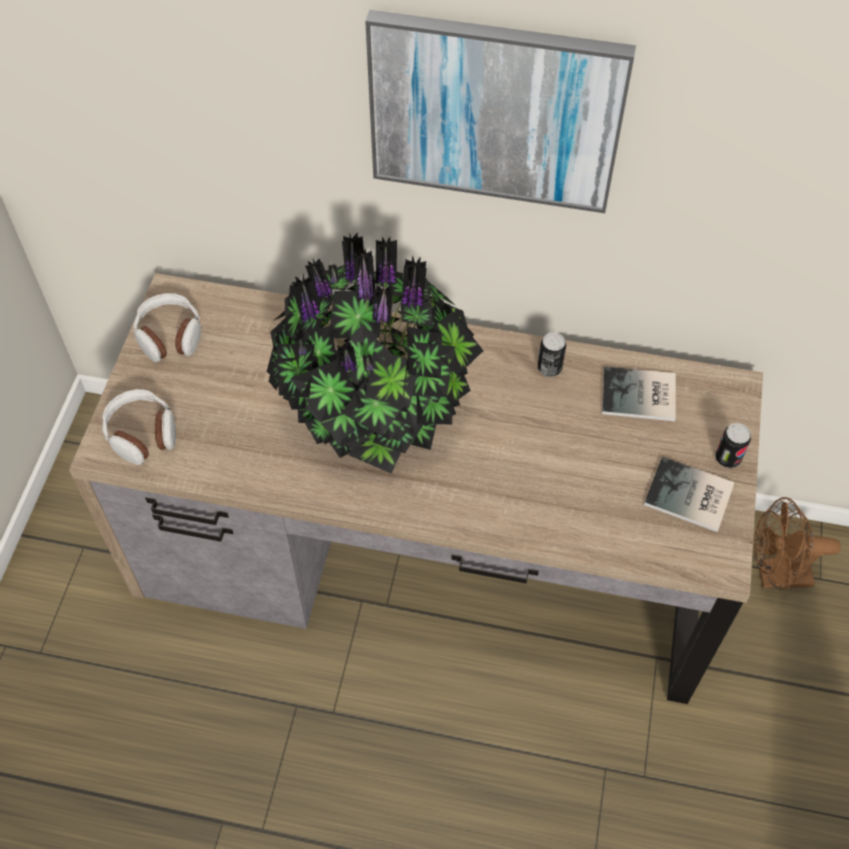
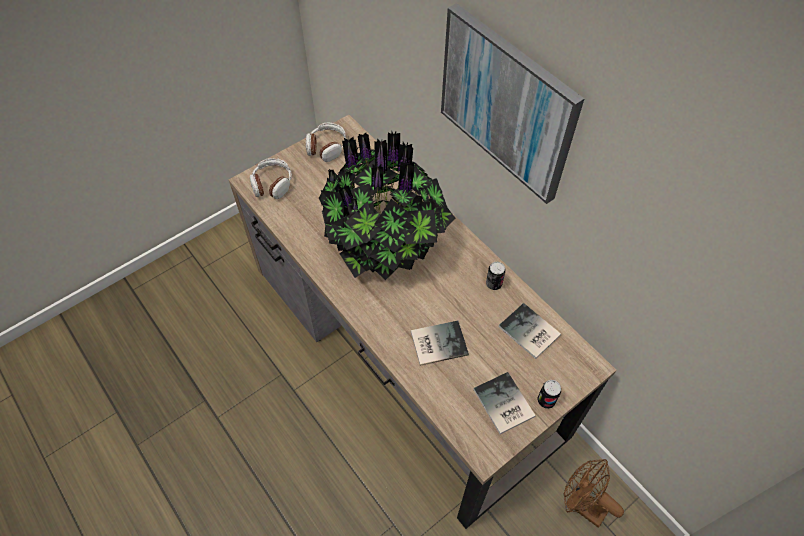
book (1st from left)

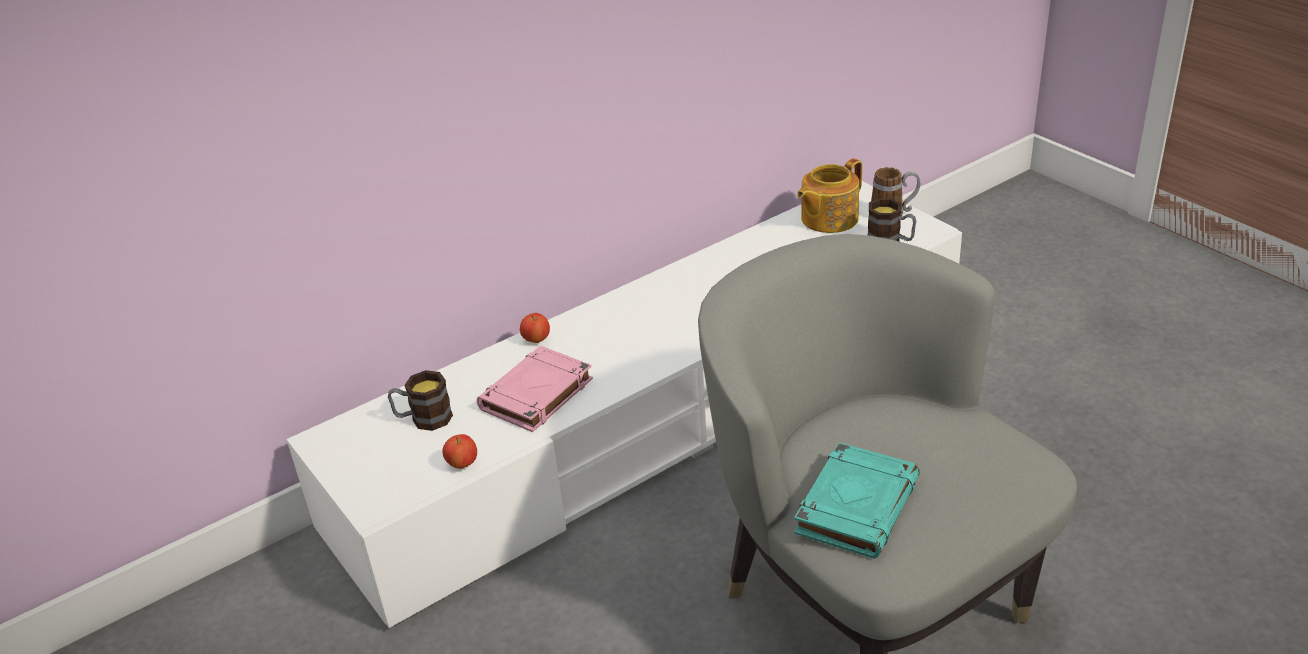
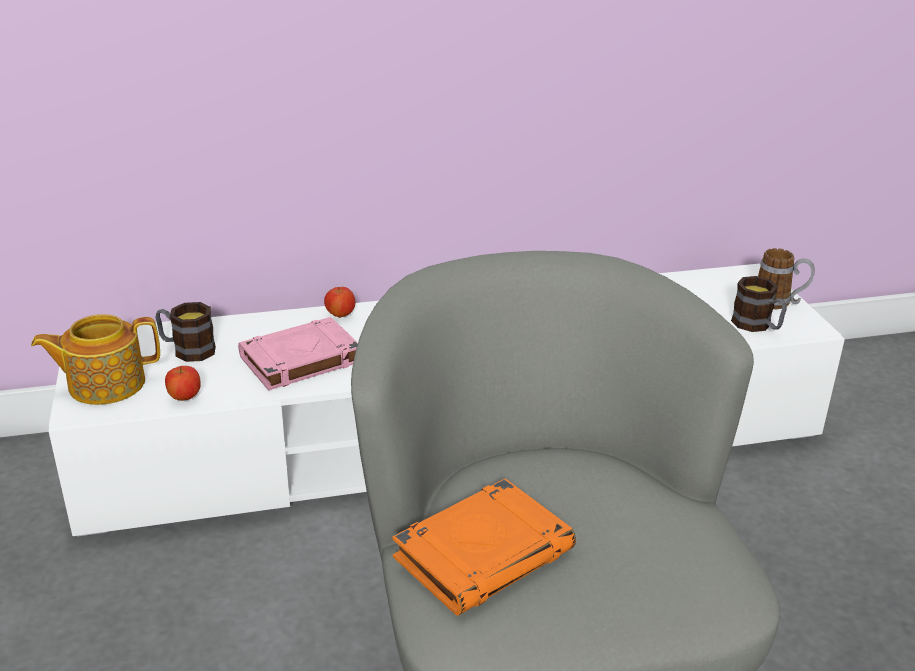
teapot
book in orange

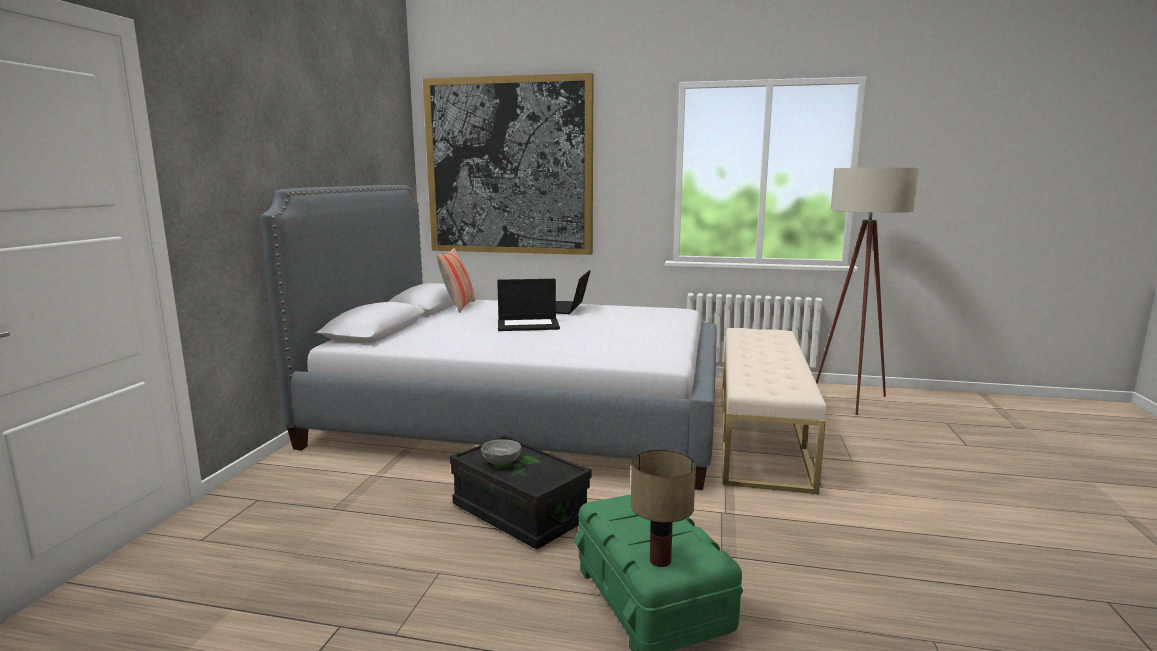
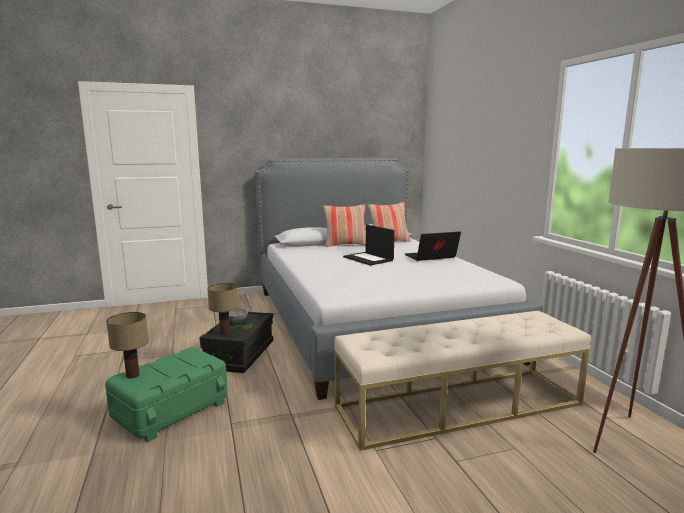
picture
table lamp (2nd from left)
pillow (1st from left)

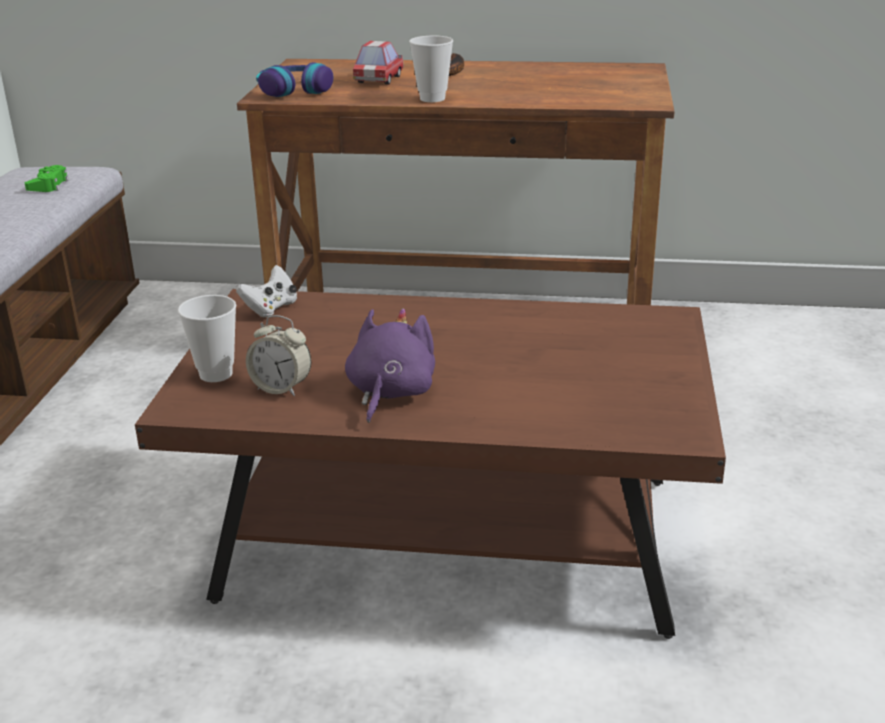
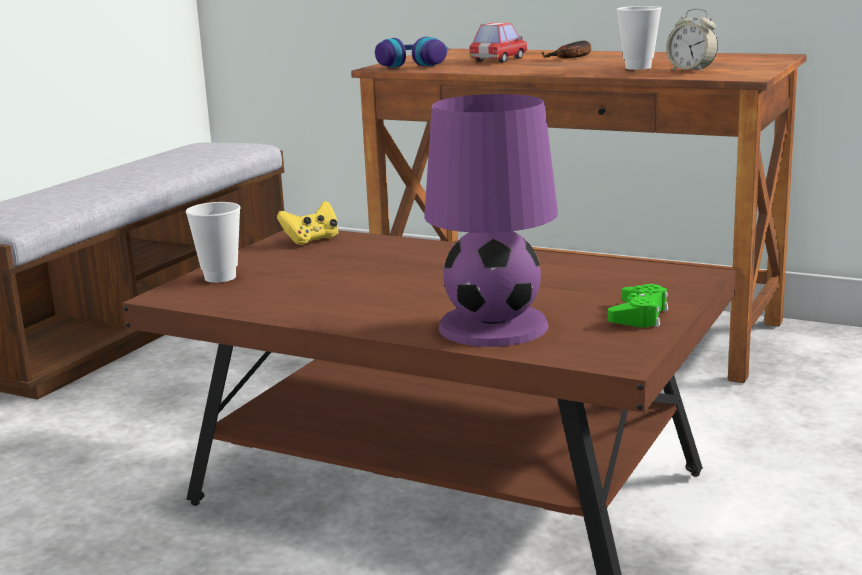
plush toy in purple
table lamp in purple
game controller in green
alarm clock
cup (2nd from left)
game controller in yellow

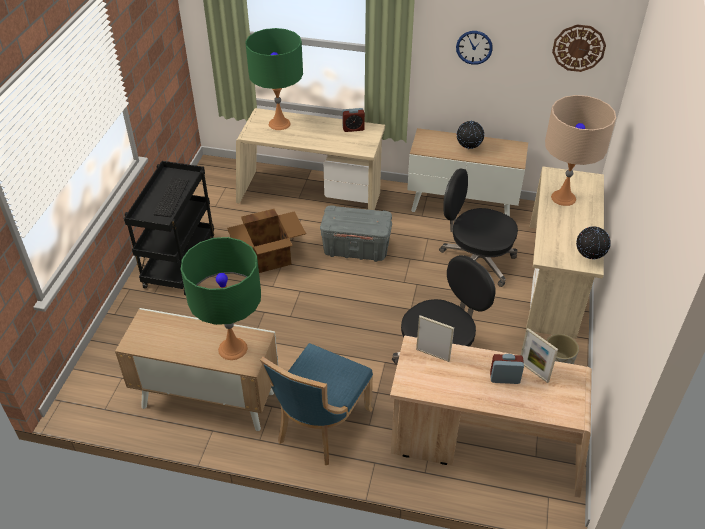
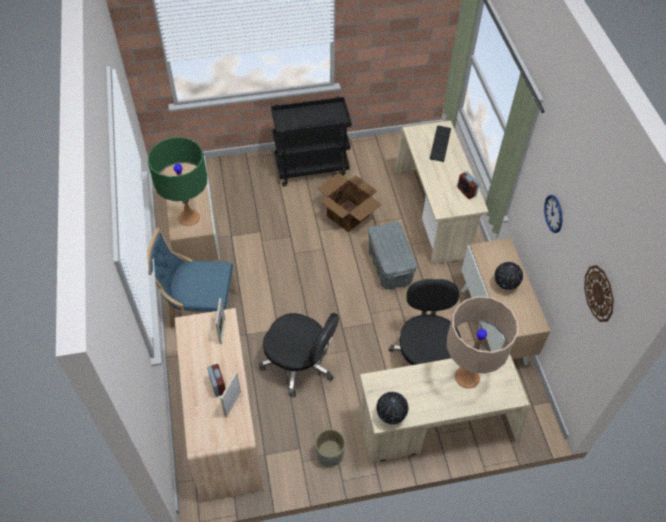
keyboard (2nd from left)

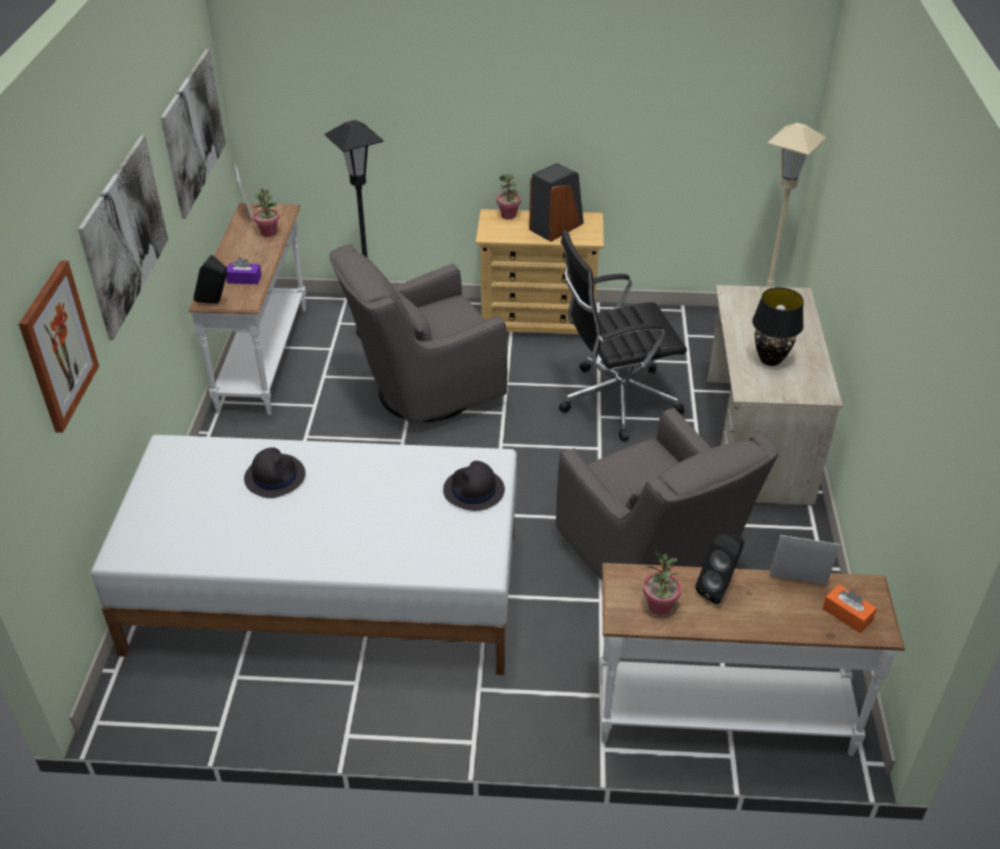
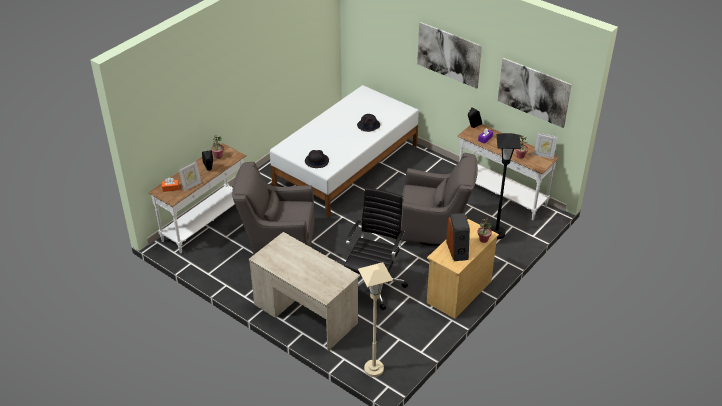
picture (1st from left in the first image)
table lamp in black
armchair in grey (2nd from left)

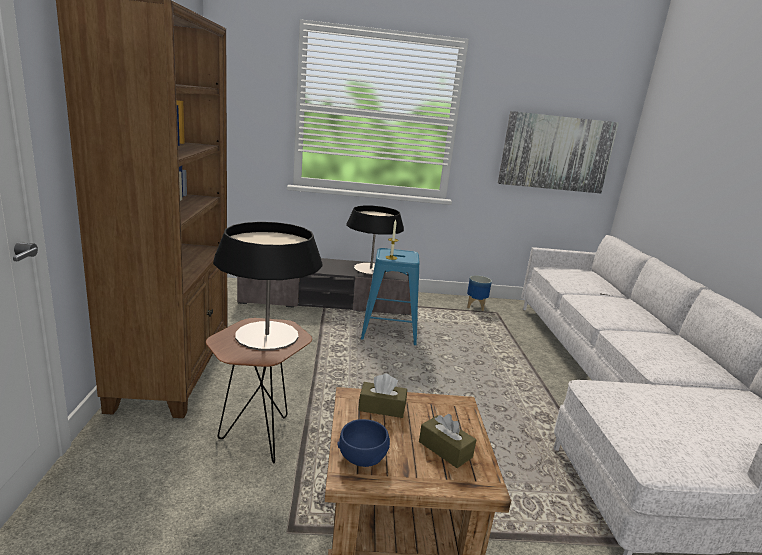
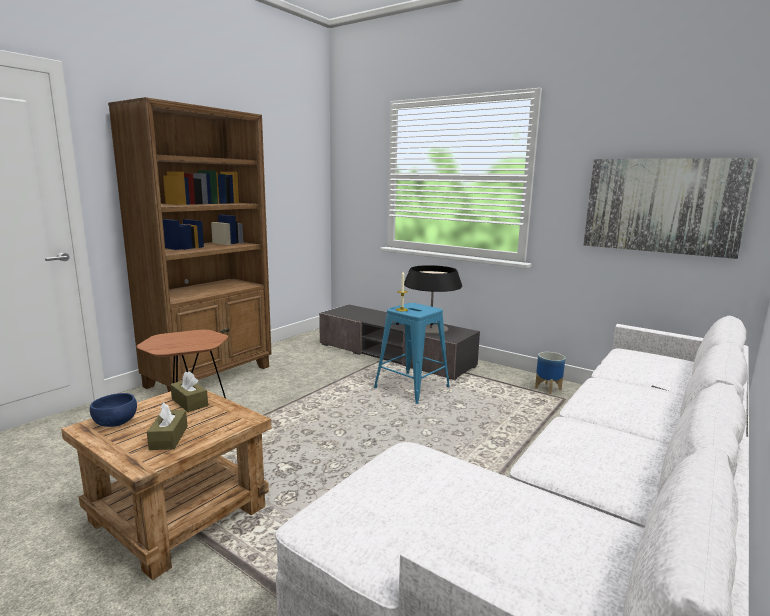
table lamp (1st from left in the first image)

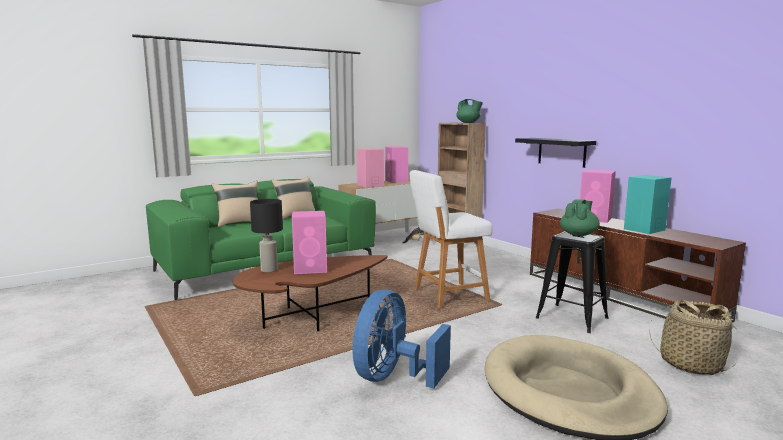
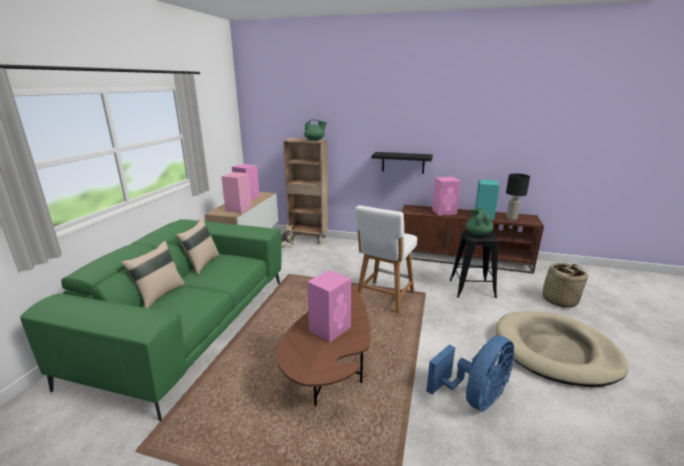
table lamp in black
fan in blue

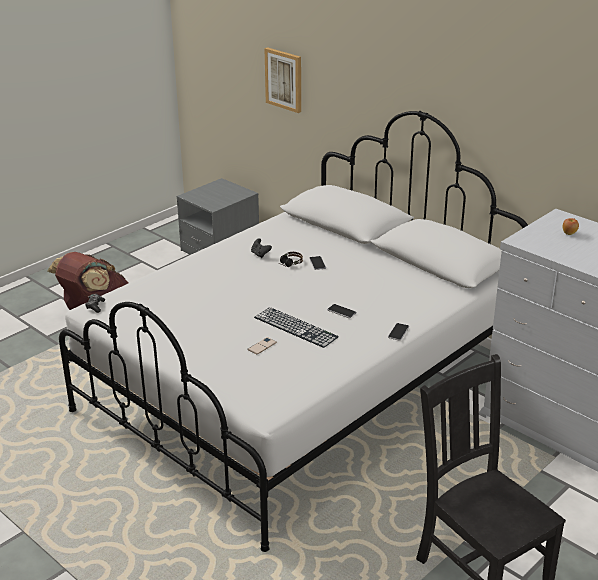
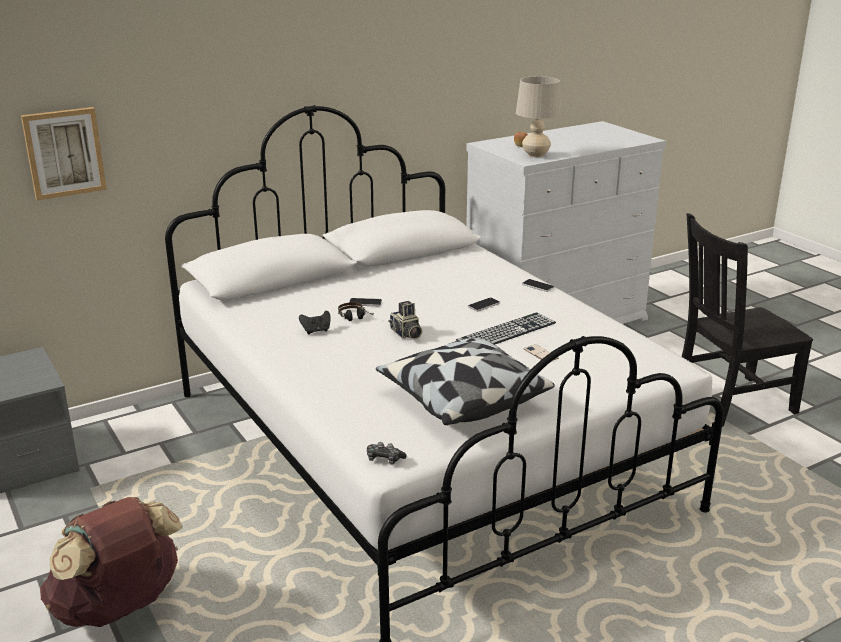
pillow
photo camera
table lamp in beige

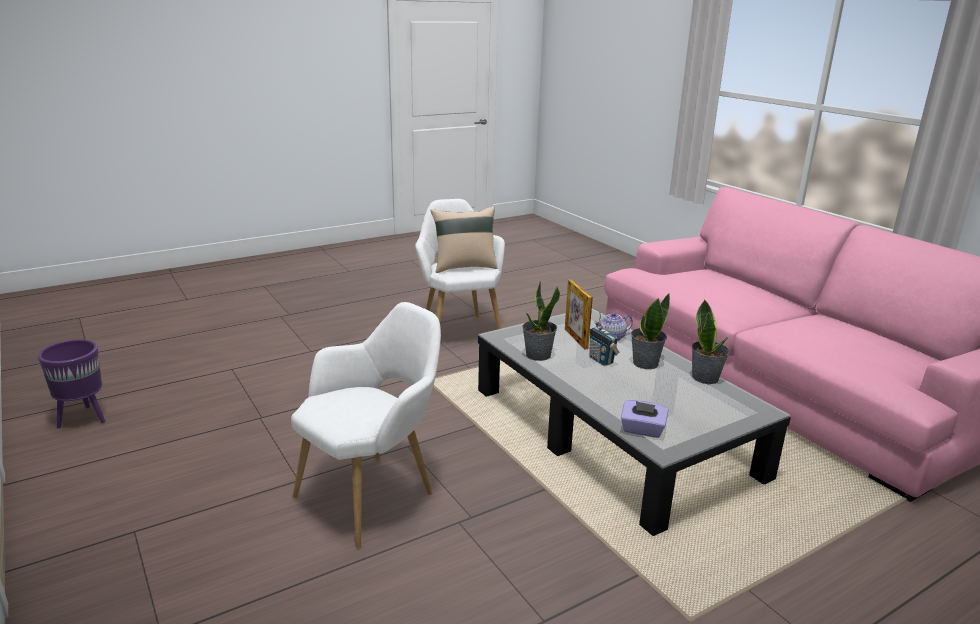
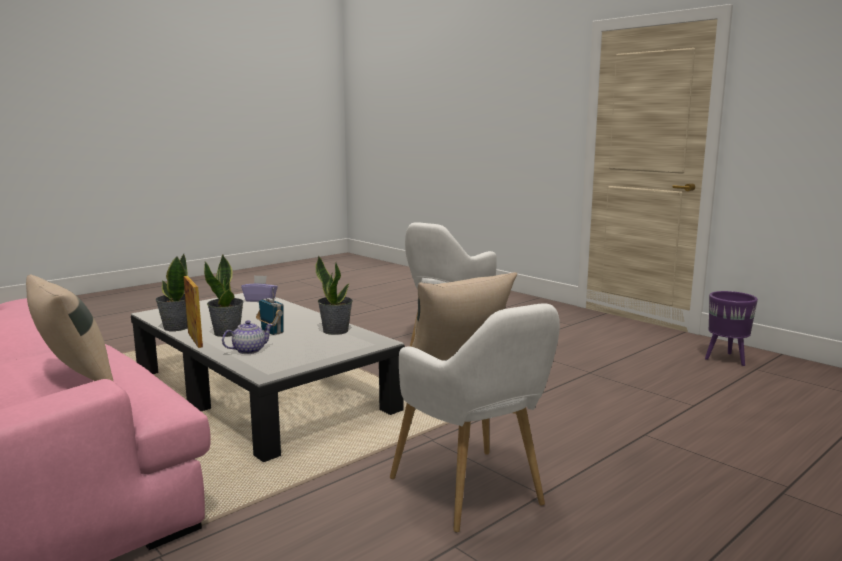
pillow in beige (1st from left)
picture frame

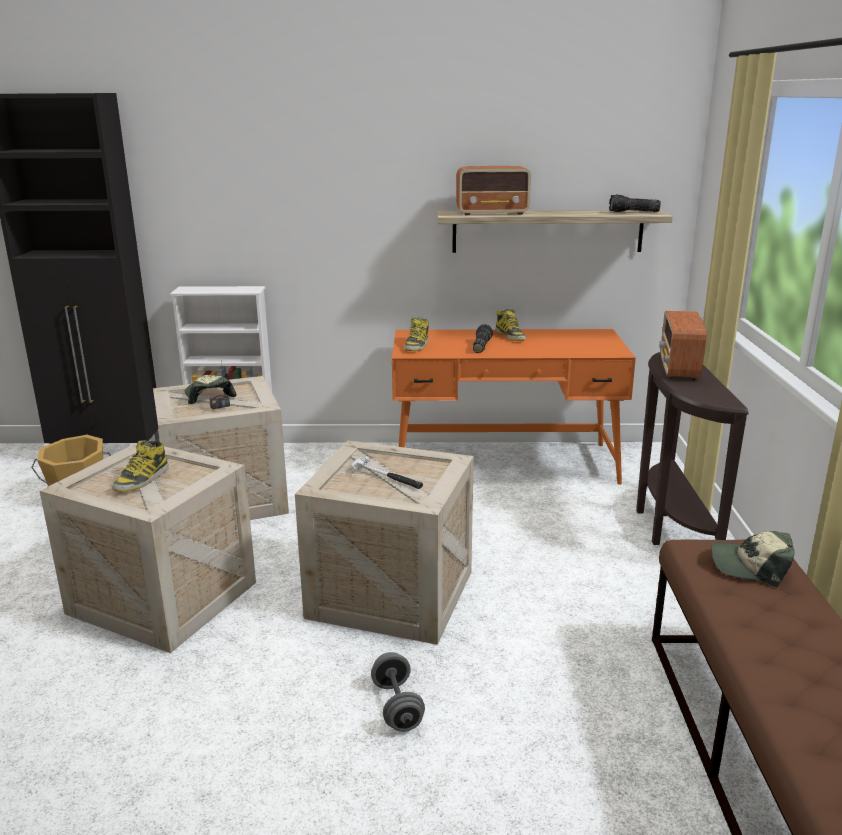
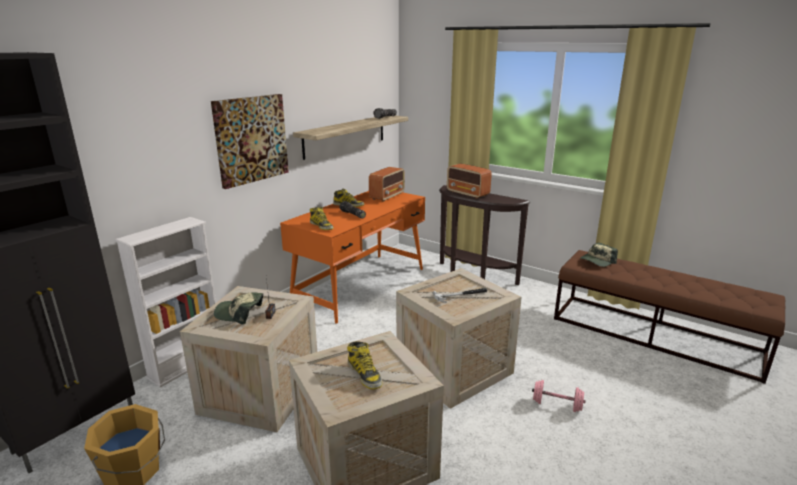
picture
radio (2nd from left)
dumbbell in pink

